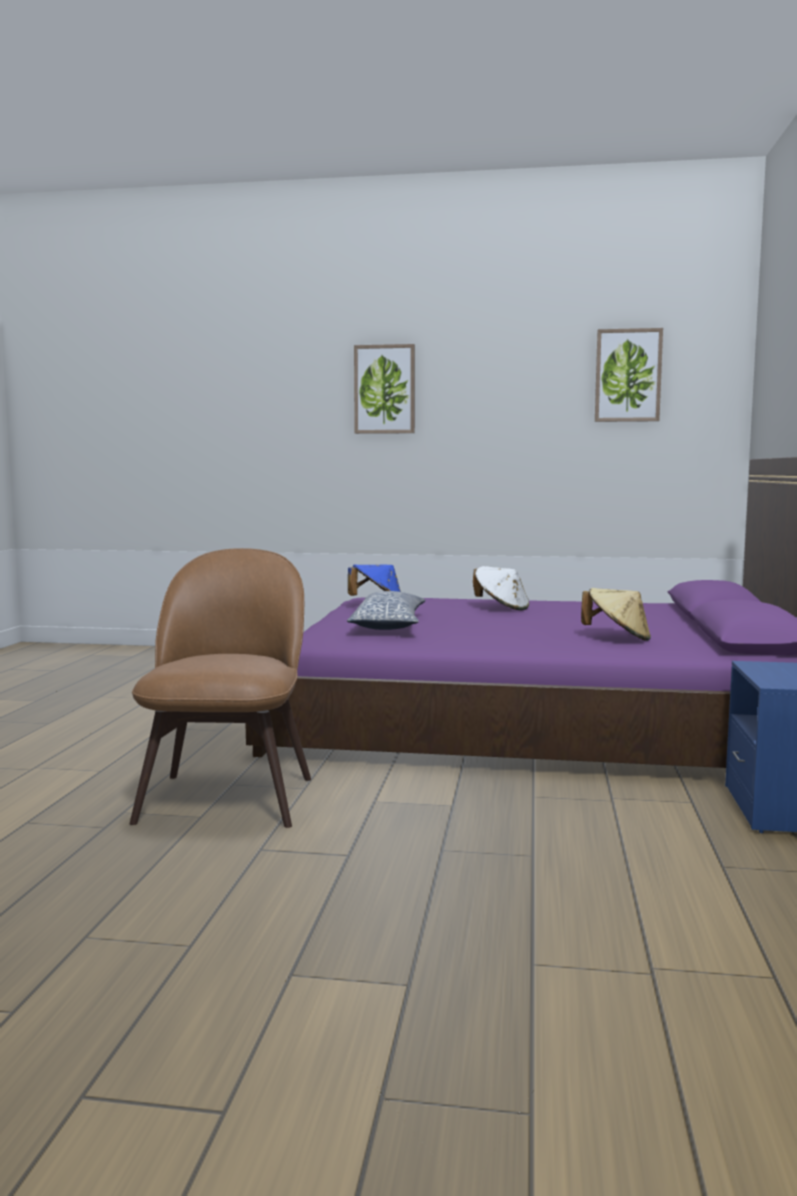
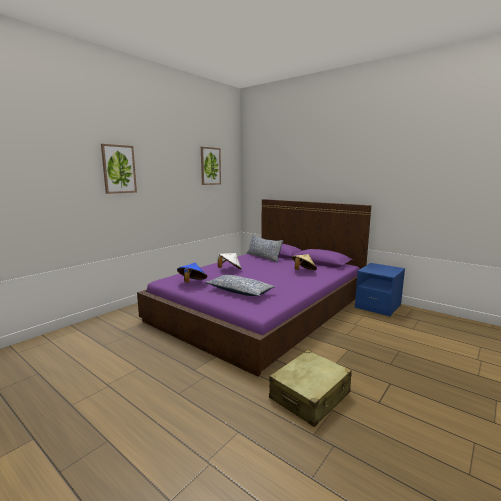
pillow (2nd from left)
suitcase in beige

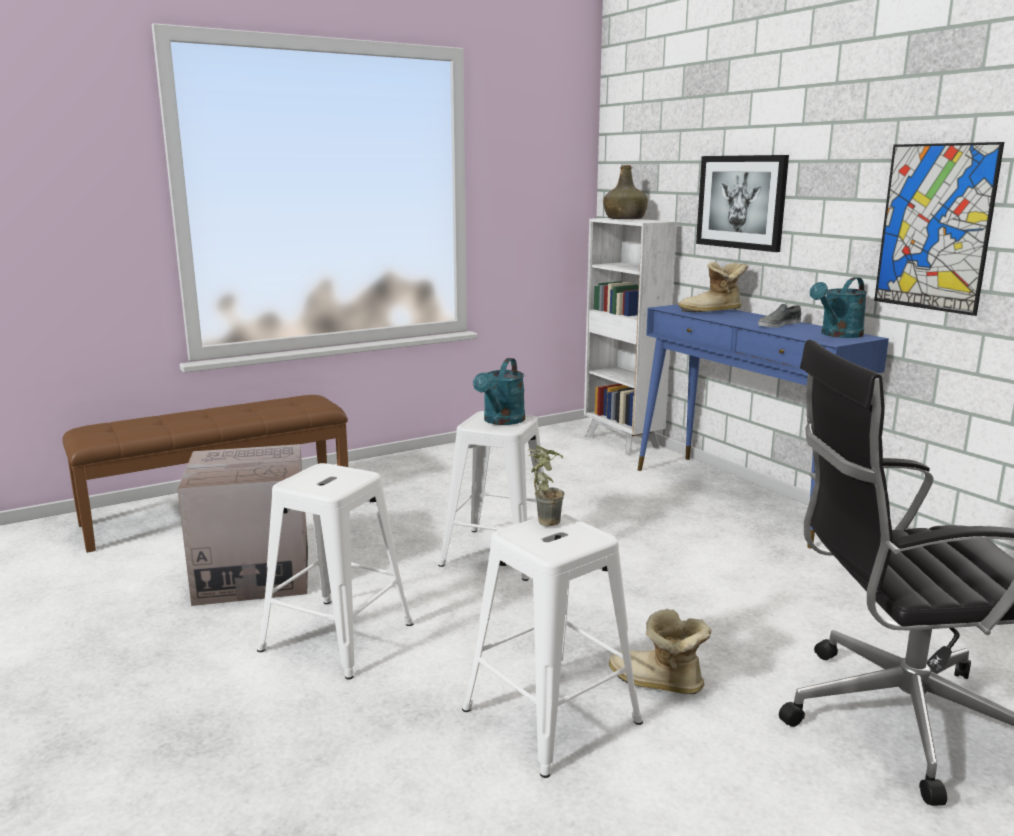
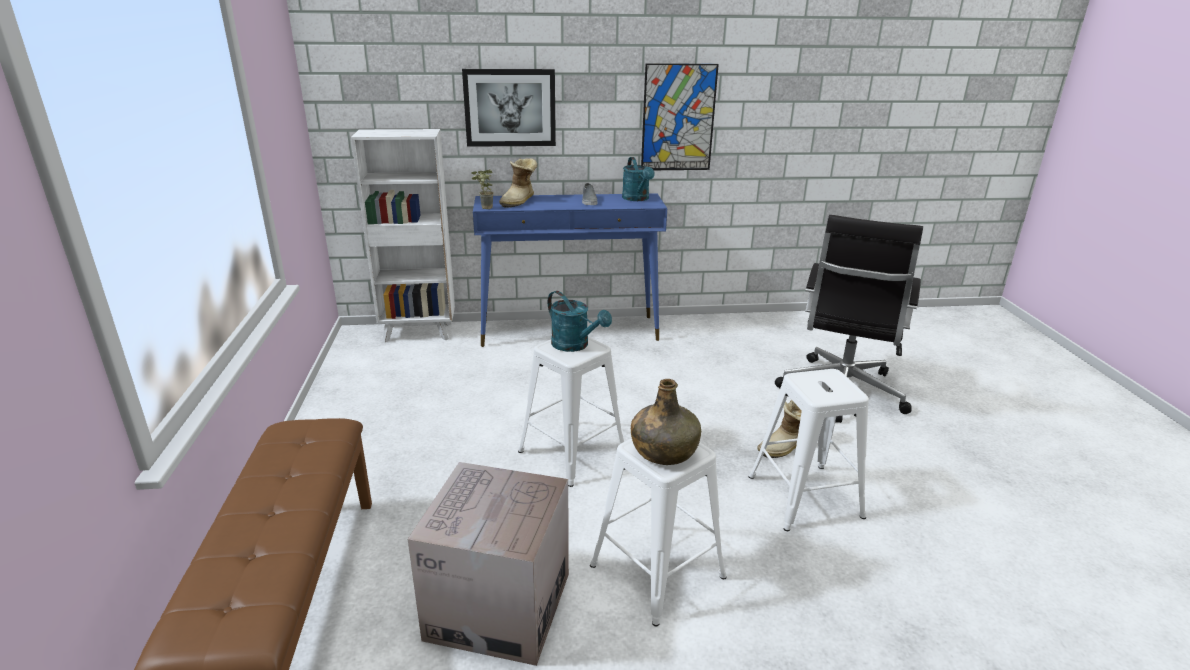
potted plant
bottle in green

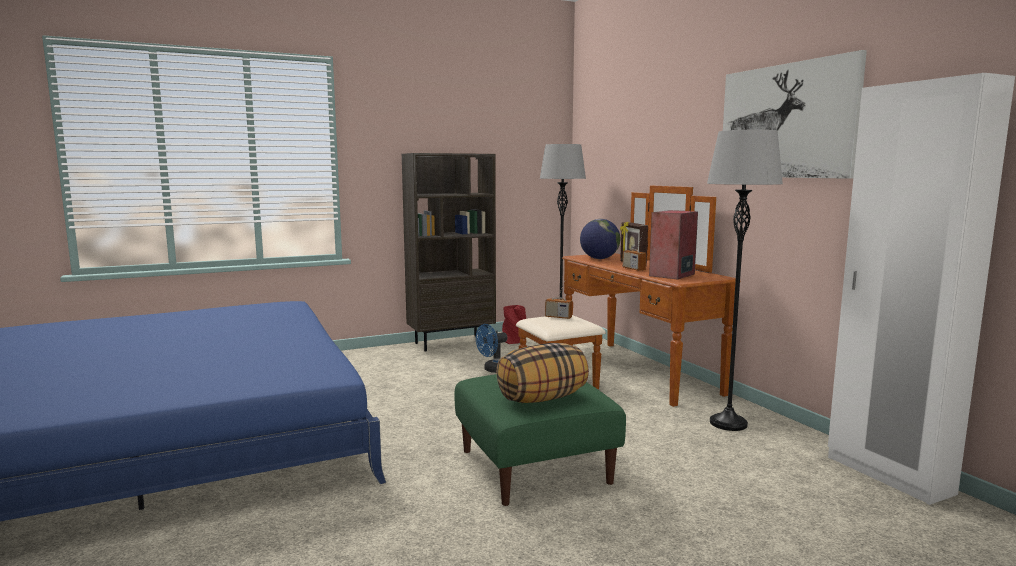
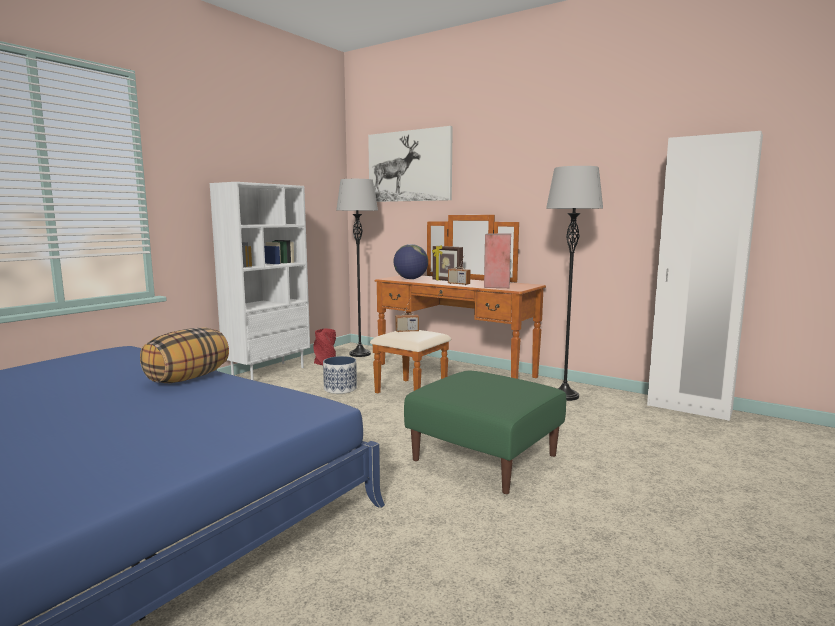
pillow
picture
planter
bookcase in white

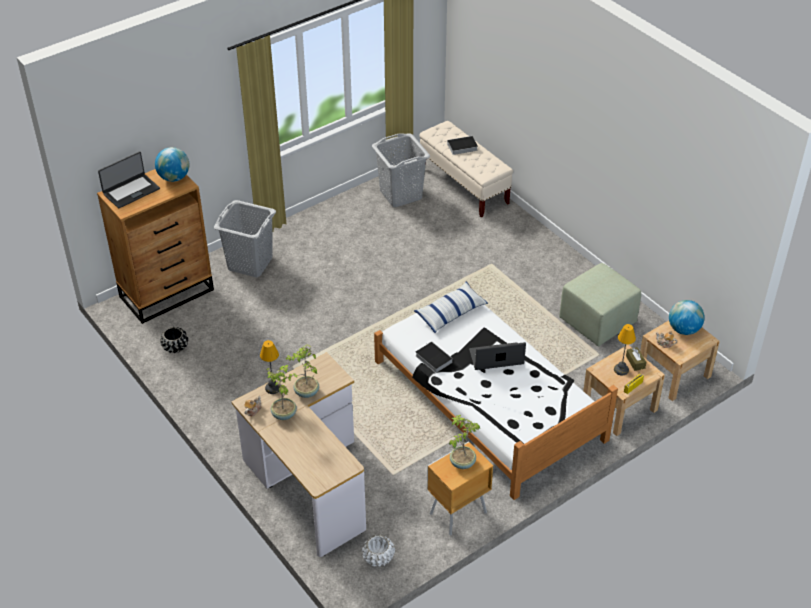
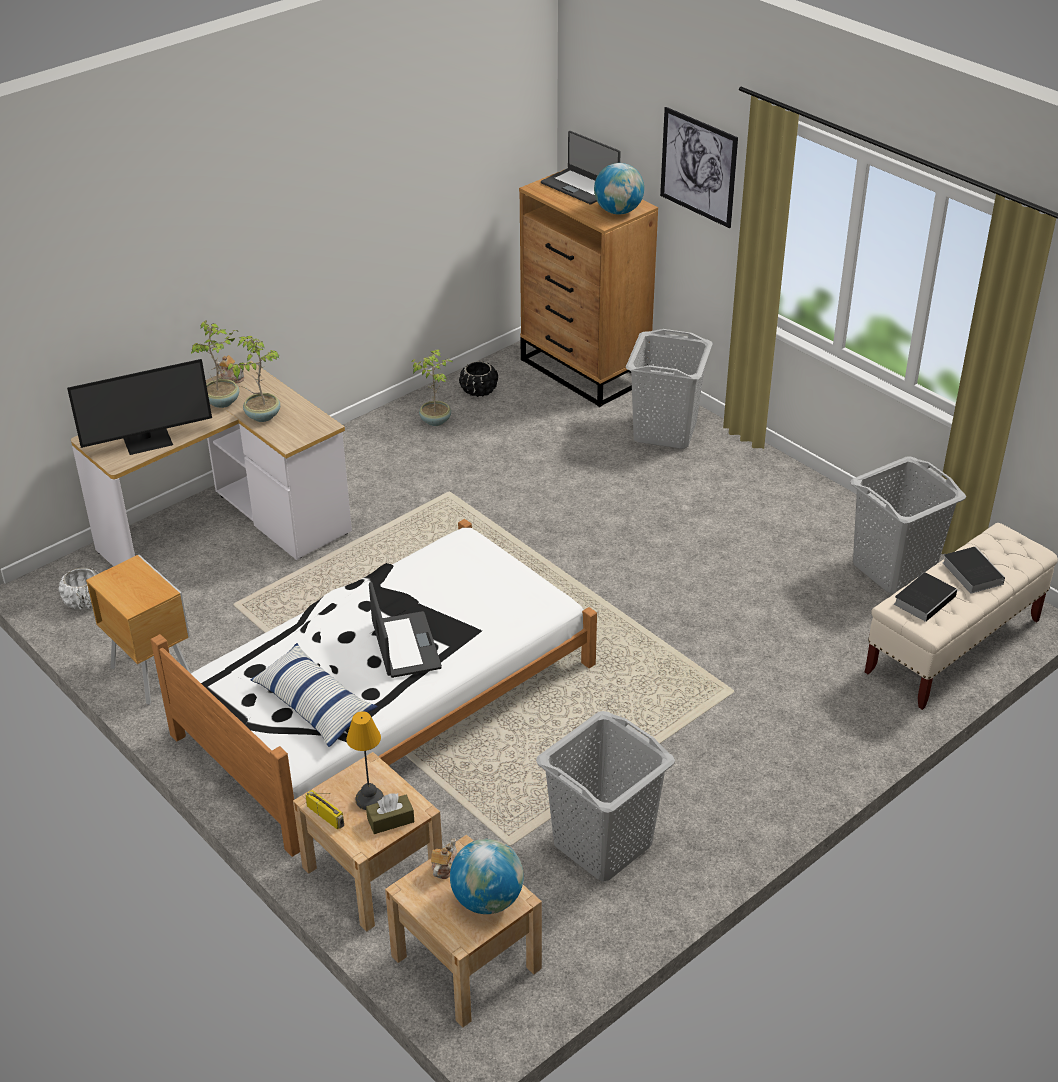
table lamp (1st from left in the first image)
monitor
picture
pillow
book (1st from left)
potted plant (3rd from left)
laundry basket in grey (1st from left)

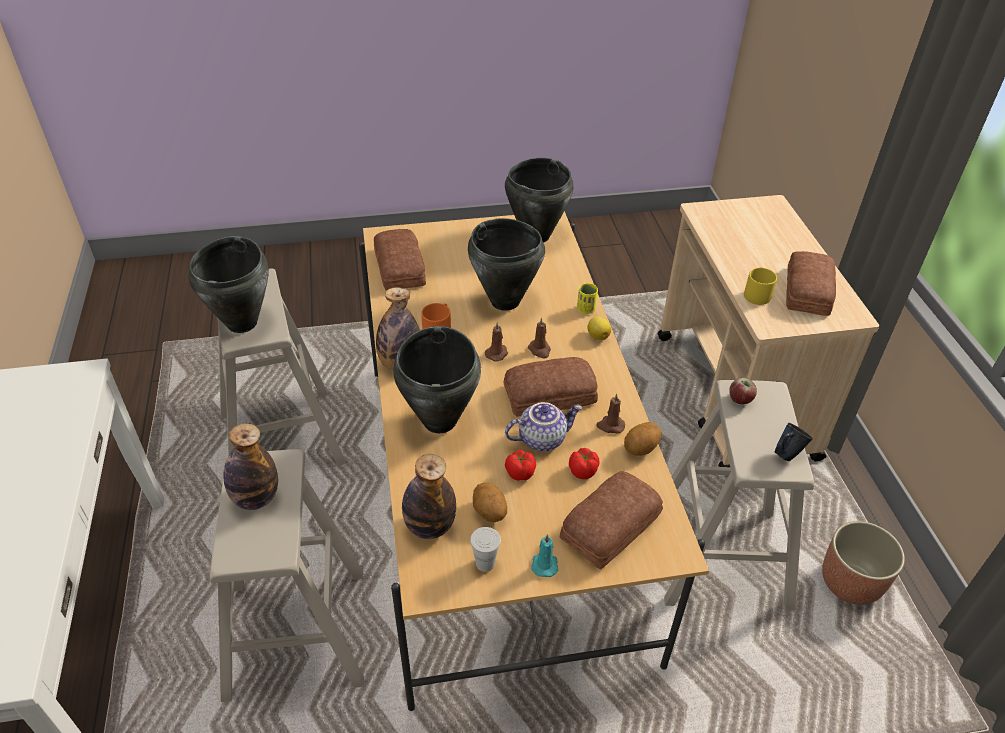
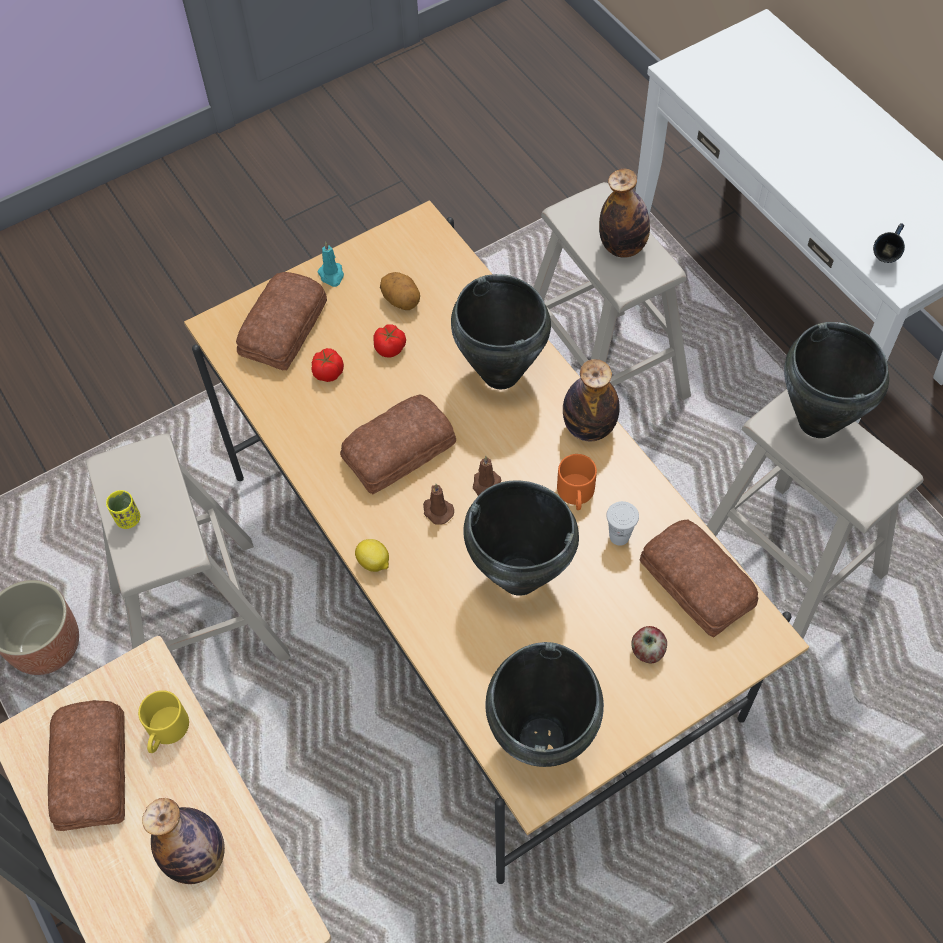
teapot
candle in brown (3rd from left in the first image)
potato (2nd from left in the first image)
bottle (1st from left)
cup in white
cup in yellow
apple
mug in blue

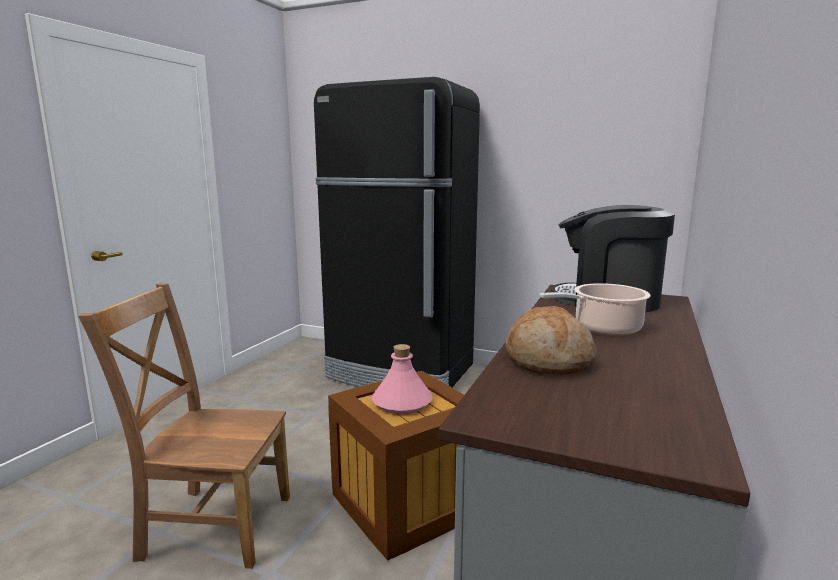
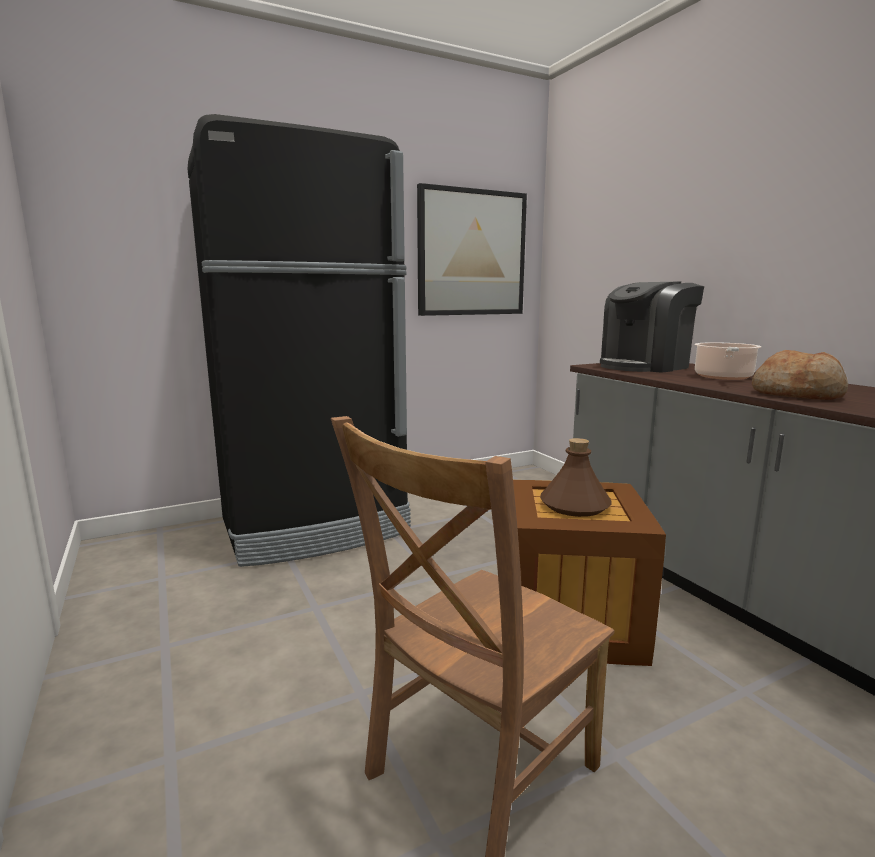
picture
bottle in brown

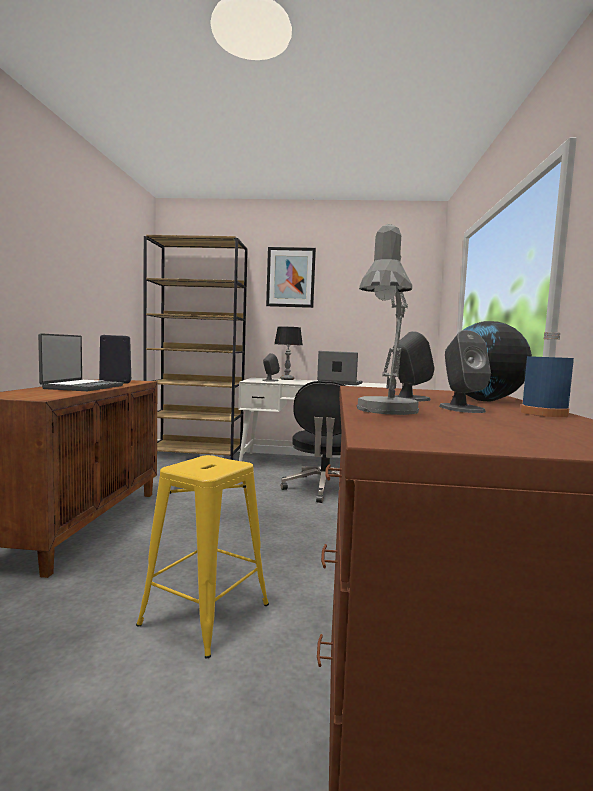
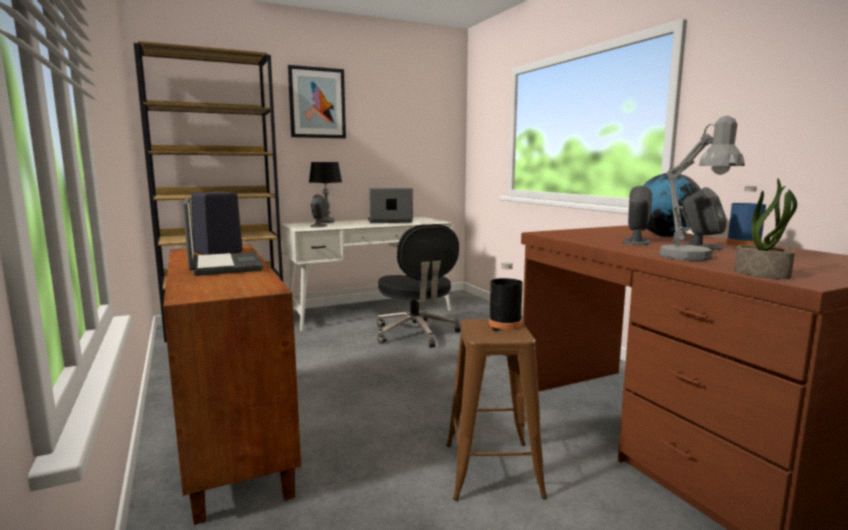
bottle in black
potted plant
stool in brown

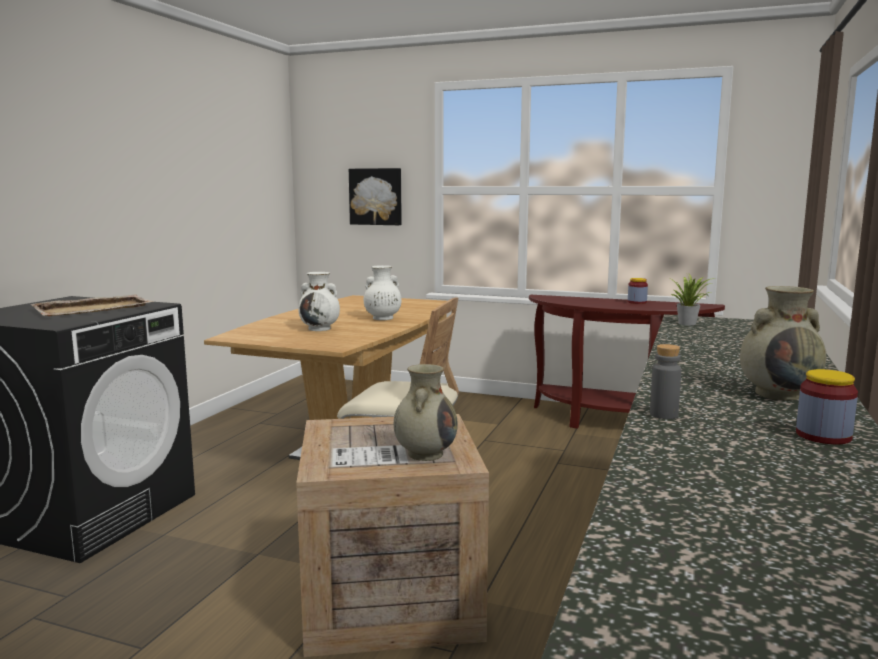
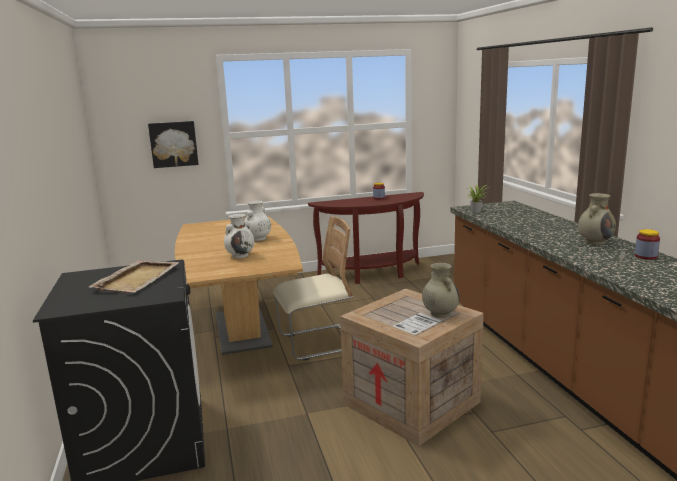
bottle in grey

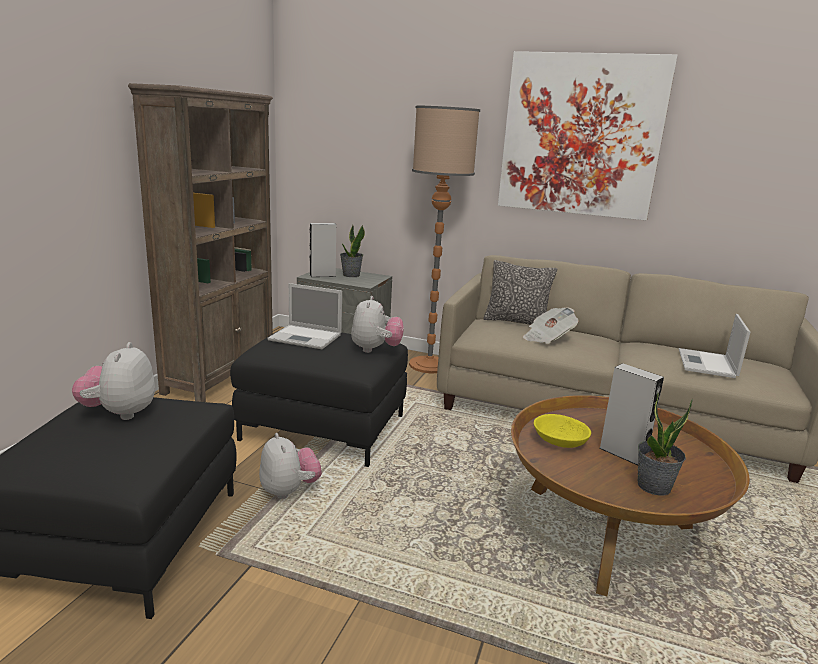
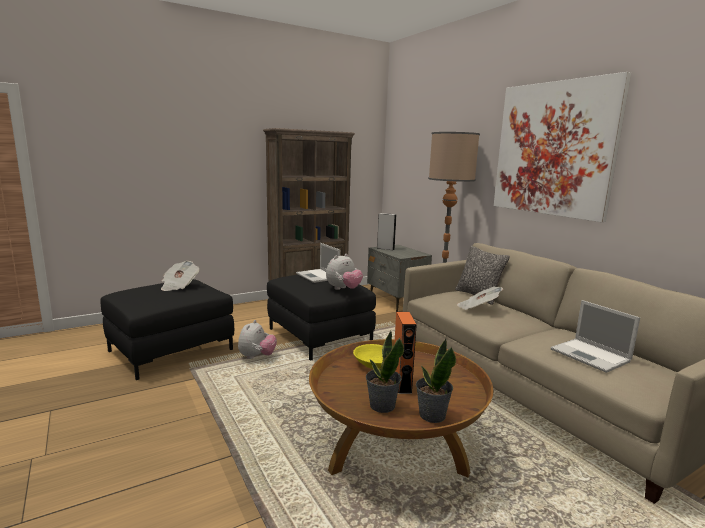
potted plant (2nd from left)
newspaper (1st from left)
speaker in orange
laptop (2nd from left)

